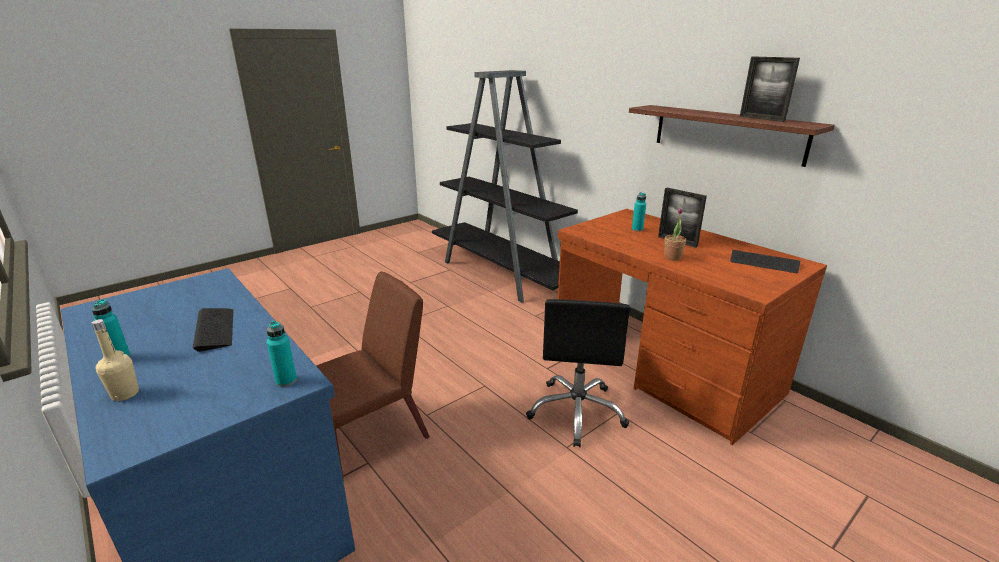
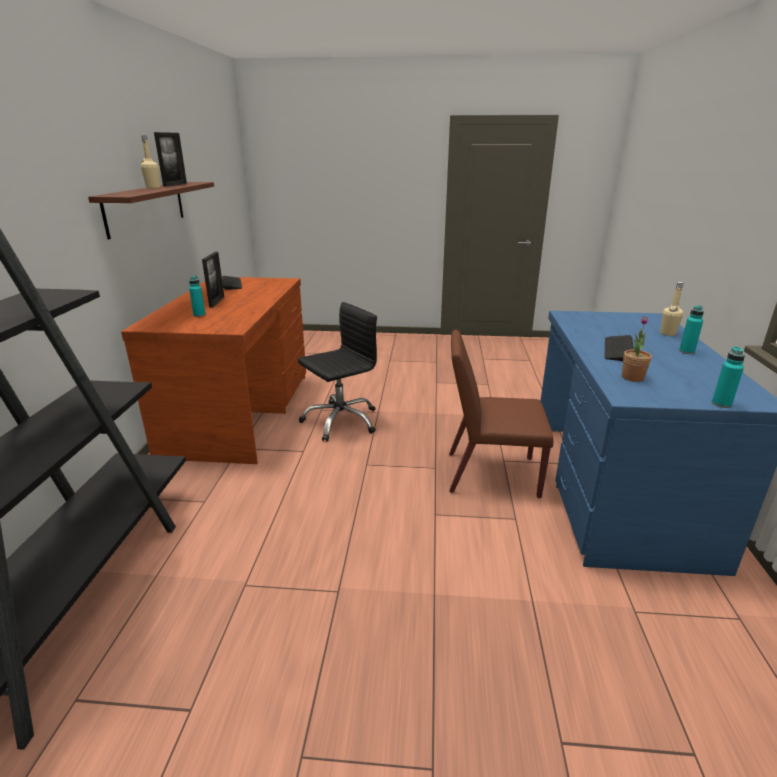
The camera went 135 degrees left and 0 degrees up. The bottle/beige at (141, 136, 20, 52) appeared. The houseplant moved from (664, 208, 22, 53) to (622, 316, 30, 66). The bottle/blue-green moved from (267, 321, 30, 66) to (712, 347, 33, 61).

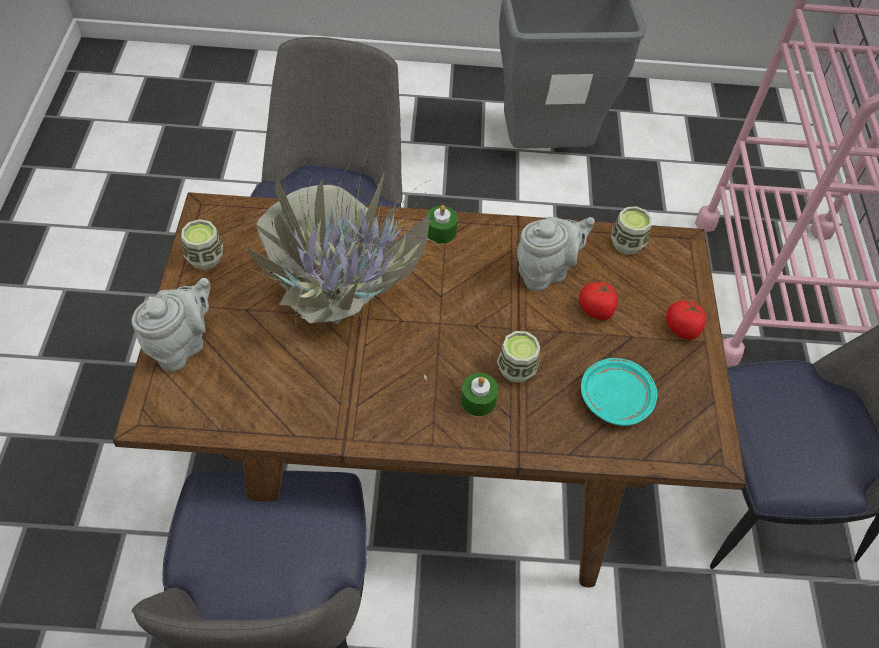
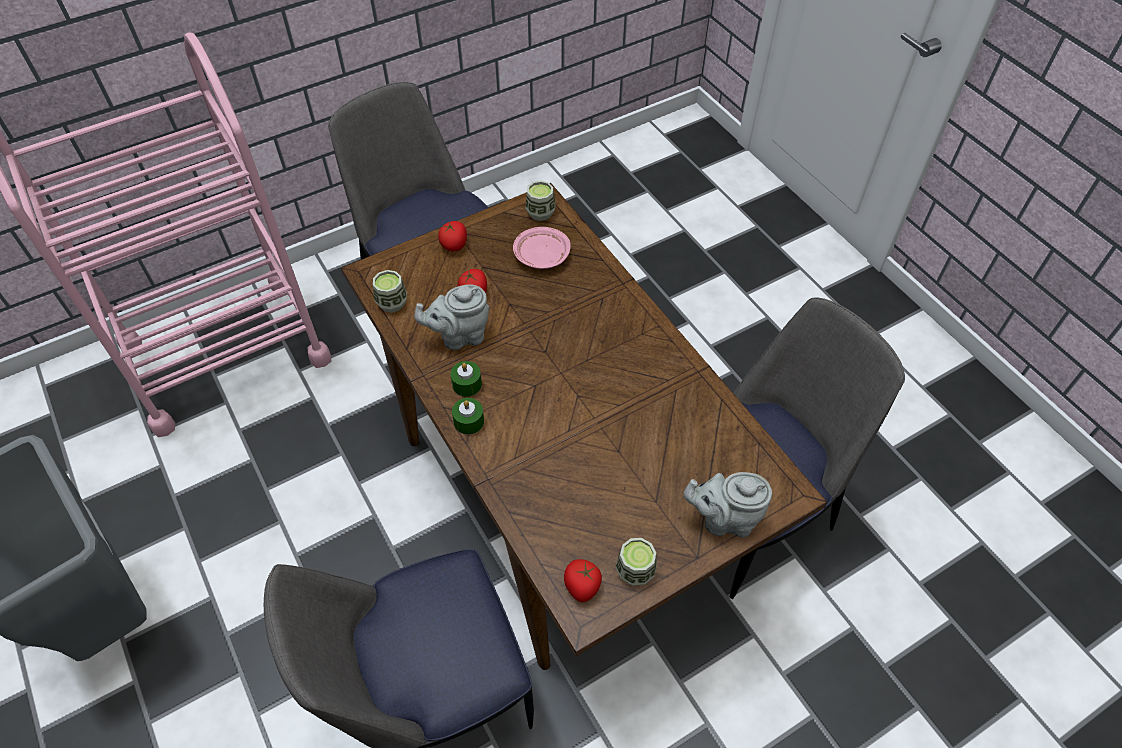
The camera went 120 degrees left and 0 degrees up. The teapot/greyish at (517, 217, 78, 74) turned 45 degrees counterclockwise. The candle/green moved from (460, 373, 39, 43) to (450, 361, 32, 36). The dinner plate/blue-green at (581, 358, 76, 68) became the dinner plate/pink-coloured at (513, 227, 58, 42). The drinking cup moved from (497, 331, 43, 52) to (525, 181, 30, 40). The tomato at (564, 559, 38, 43) appeared. The houseplant at (245, 143, 198, 237) disappeared.

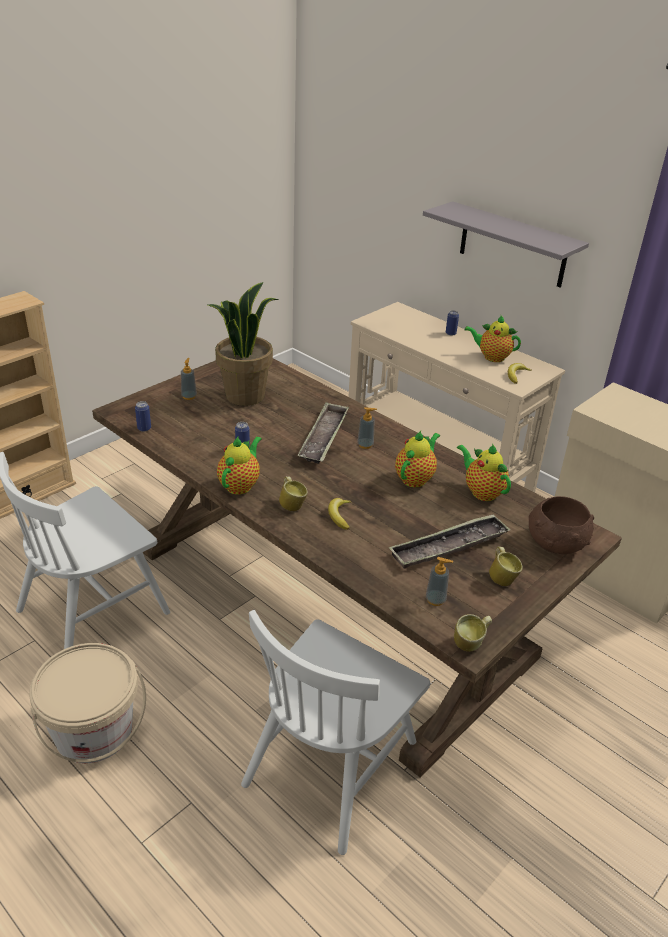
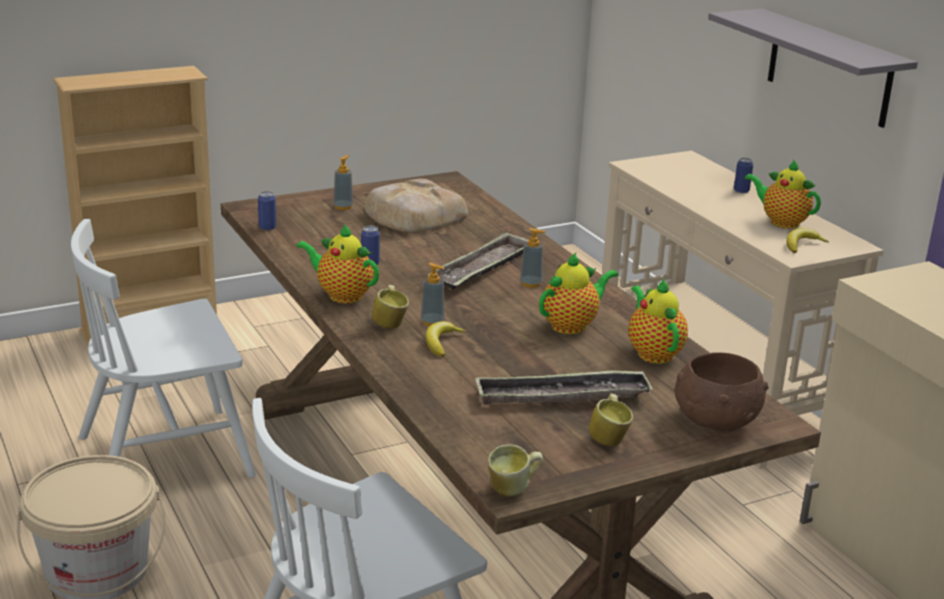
The camera went 20 degrees right and 10 degrees down. The teapot at (217, 436, 45, 59) turned 105 degrees counterclockwise. The houseplant at (208, 282, 72, 124) was replaced by the bread at (364, 179, 104, 53). The soap dispenser moved from (426, 557, 27, 49) to (421, 263, 24, 63).

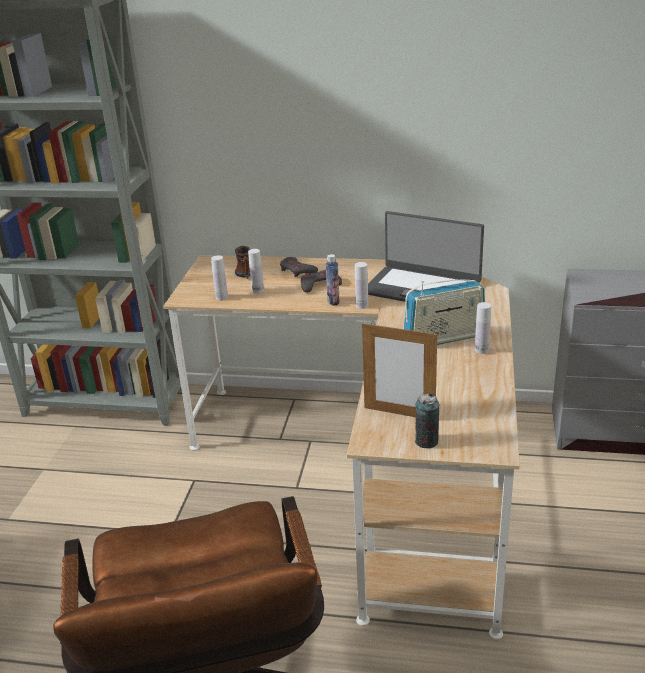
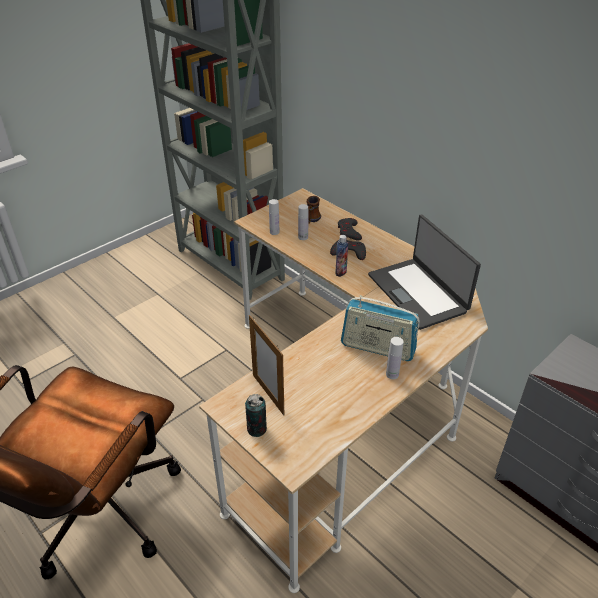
The camera went 35 degrees right and 10 degrees up. The bottle/whitish at (355, 262, 13, 47) disappeared.

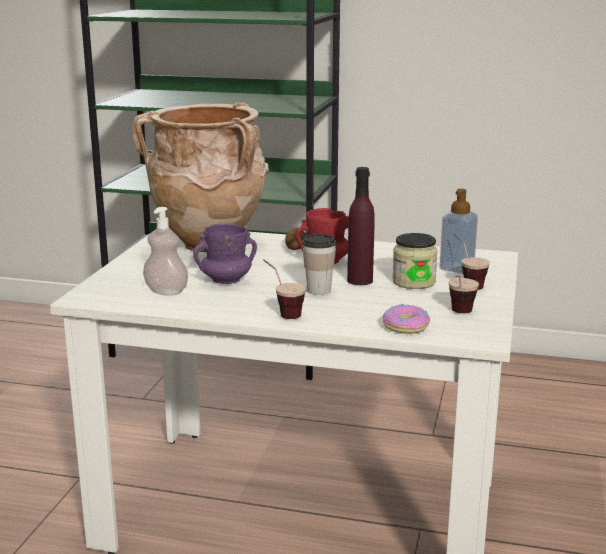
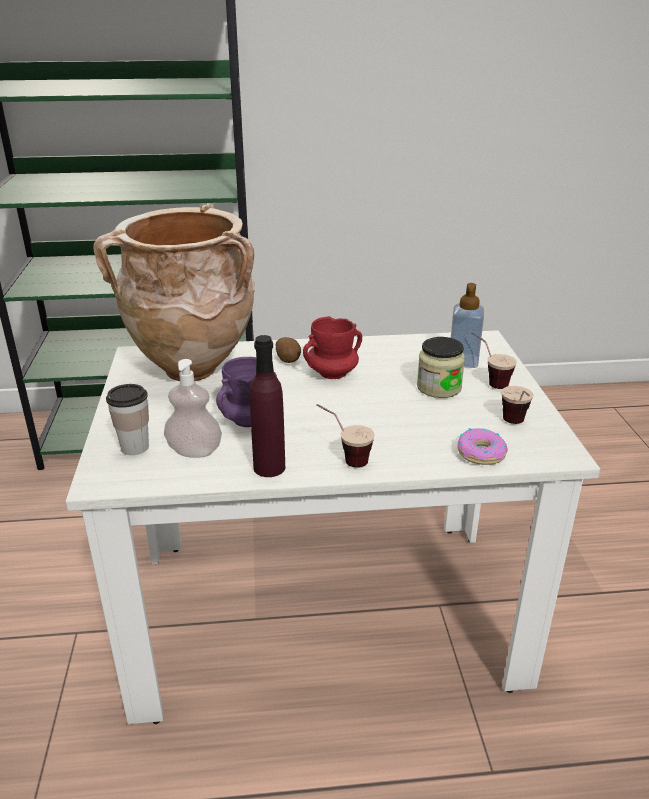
The camera went 20 degrees left and 10 degrees up. The drinking cup moved from (302, 234, 34, 61) to (106, 384, 43, 71). The bottle/purplish moved from (347, 167, 28, 118) to (250, 335, 35, 142).

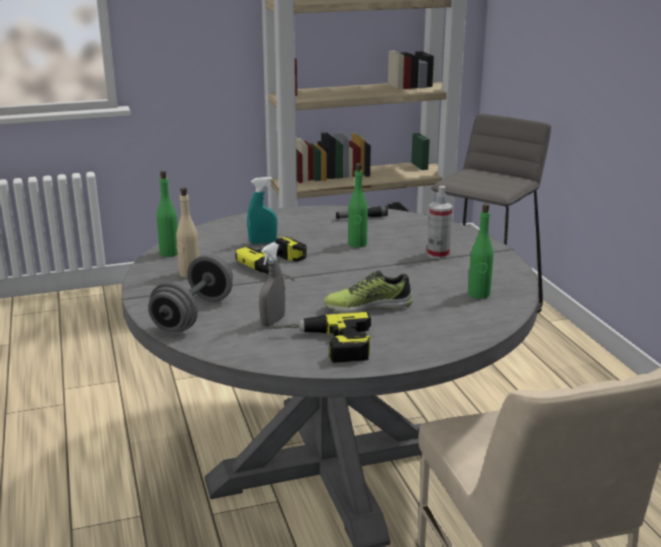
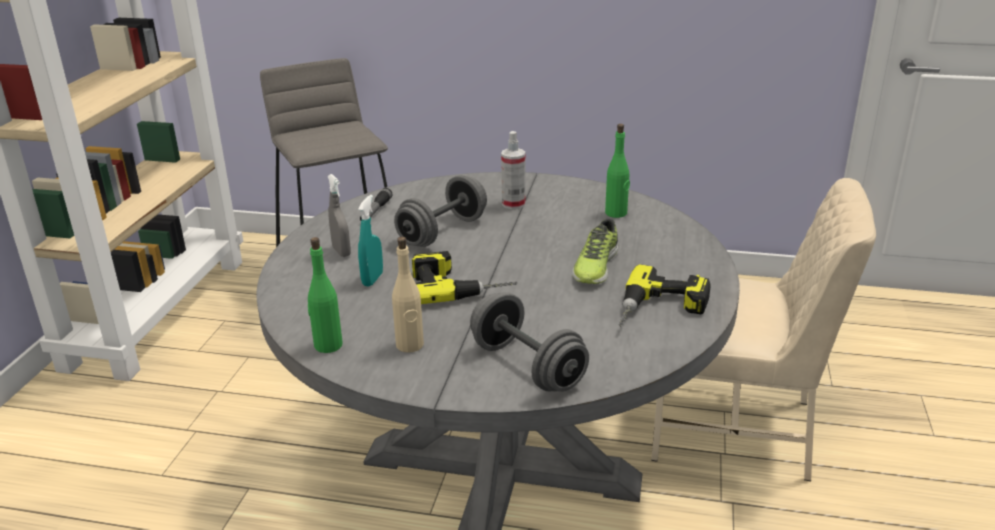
The camera went 60 degrees left and 5 degrees up. The hand sprayer/greyish moved from (259, 242, 26, 84) to (328, 174, 23, 83). The bottle/green at (348, 163, 20, 85) was replaced by the hand weight/greyish at (394, 175, 93, 72).

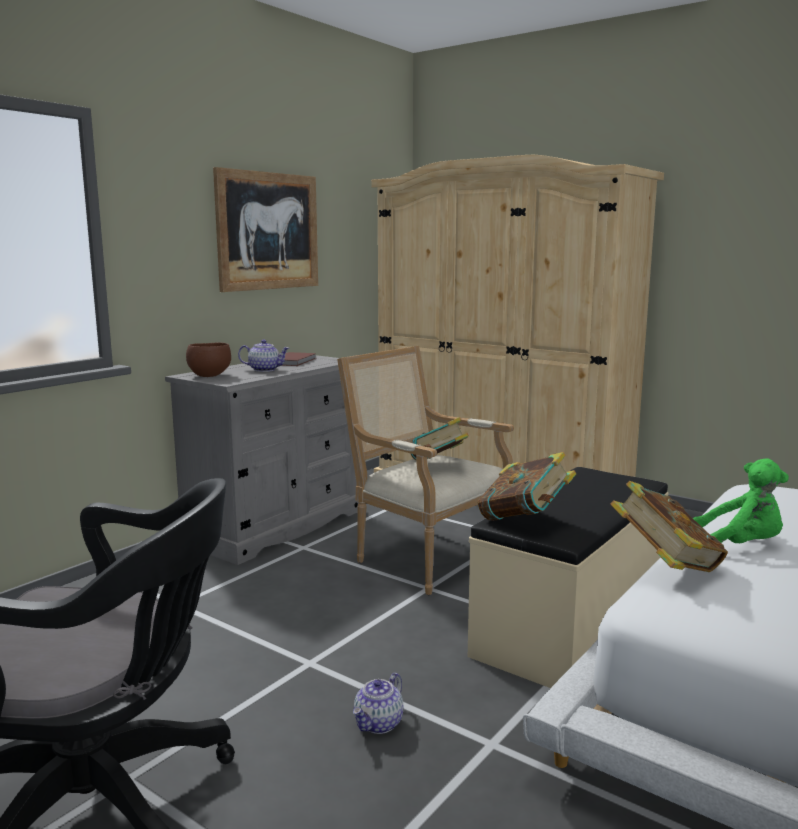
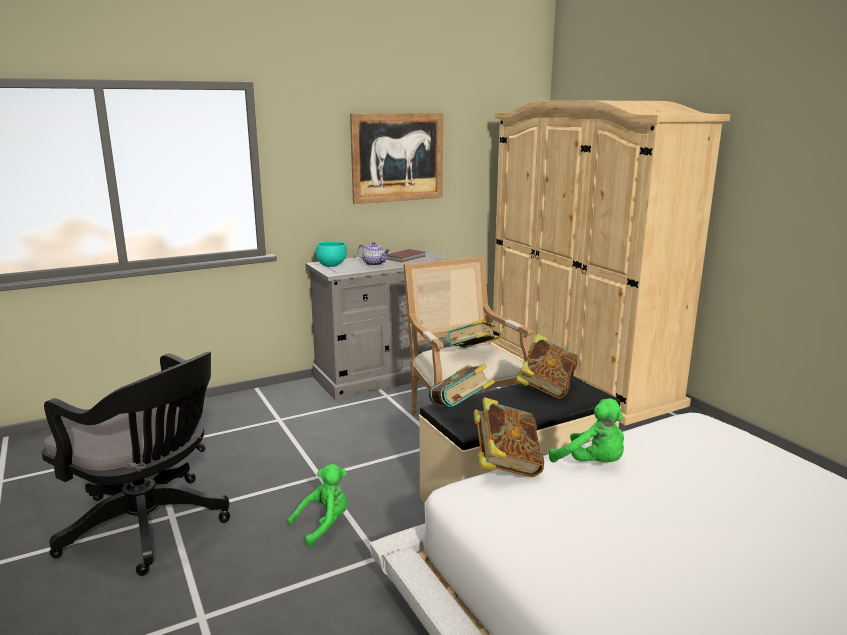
The camera went 25 degrees right and 5 degrees up. The teapot at (353, 673, 50, 61) was replaced by the soft toy/green at (287, 464, 61, 83). The serving bowl/brown-coloured at (186, 343, 45, 34) became the serving bowl/blue-green at (315, 242, 32, 25). The bound book at (516, 334, 62, 65) appeared.

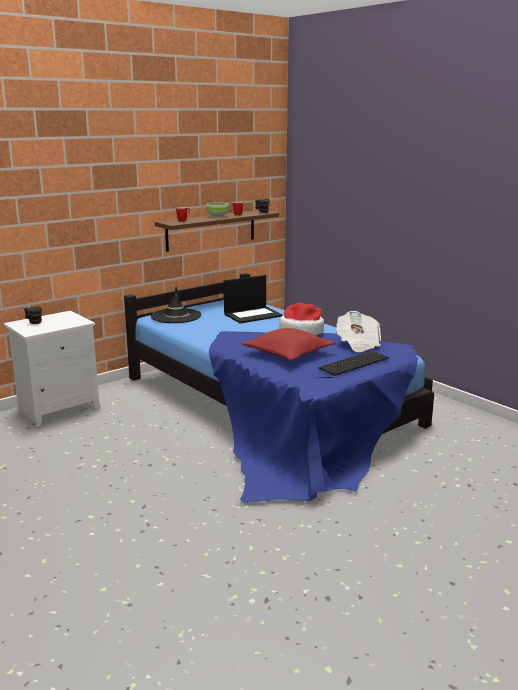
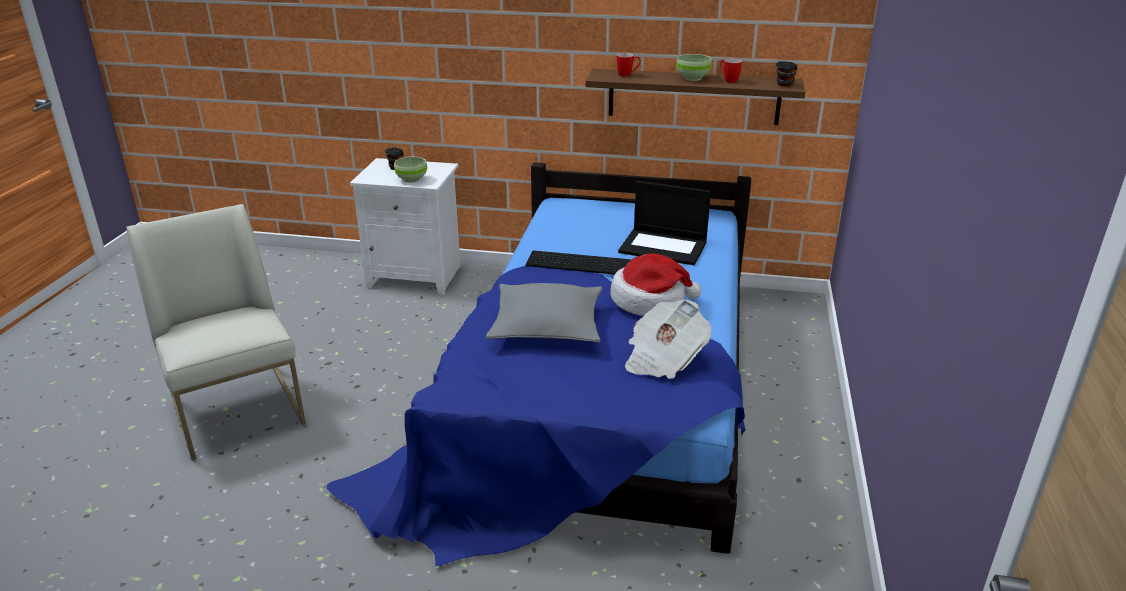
The camera went 50 degrees right and 10 degrees up. The plain chair/whitish at (127, 204, 179, 256) appeared. The serving bowl/green at (394, 157, 33, 26) appeared. The cushion/red at (242, 328, 94, 33) became the cushion/greyish at (486, 283, 116, 60). The PC keyboard moved from (319, 351, 70, 25) to (526, 250, 105, 24). The clothing hat/black at (151, 287, 50, 36) disappeared.

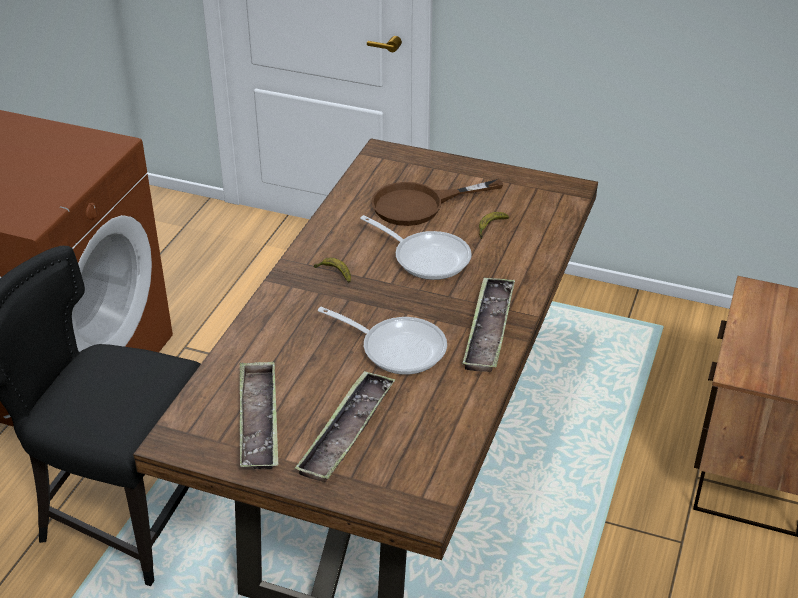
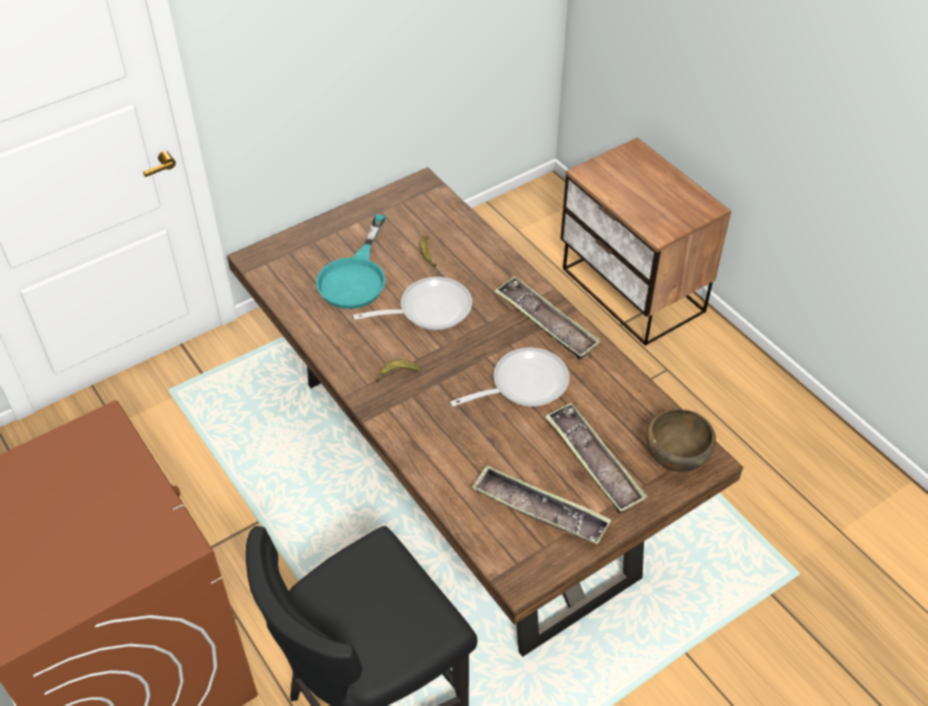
The camera went 55 degrees left and 10 degrees up. The frying pan/brown-coloured at (371, 179, 132, 47) became the frying pan/blue-green at (316, 214, 70, 95). The serving bowl/brown-coloured at (646, 409, 70, 63) appeared.

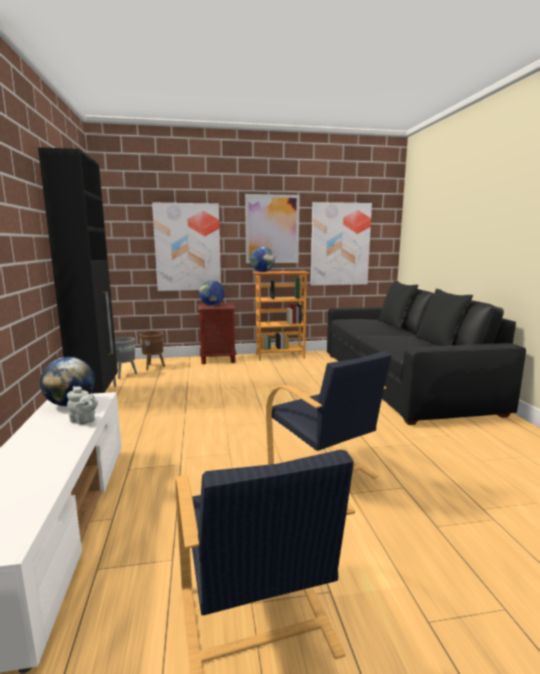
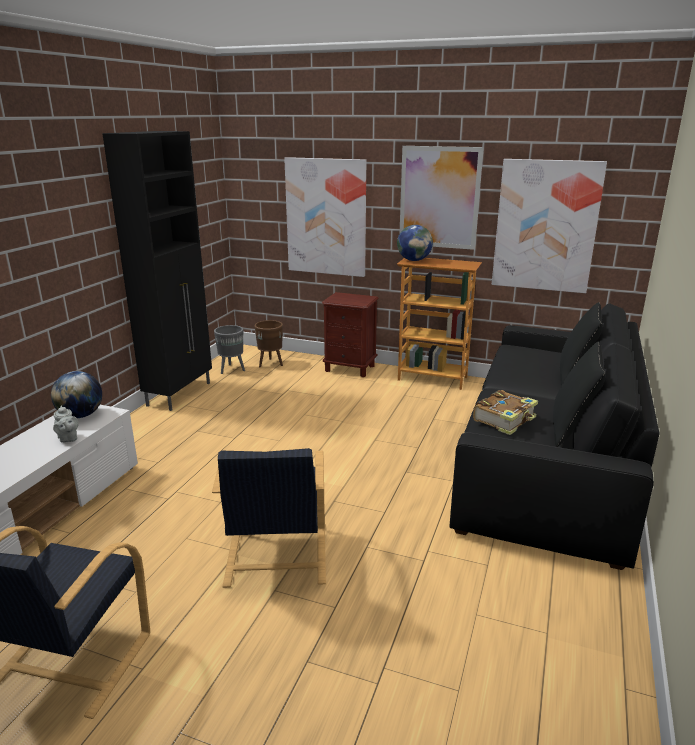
The camera went 30 degrees right and 10 degrees up. The bound book at (473, 390, 65, 45) appeared. The globe at (199, 280, 25, 25) disappeared.

